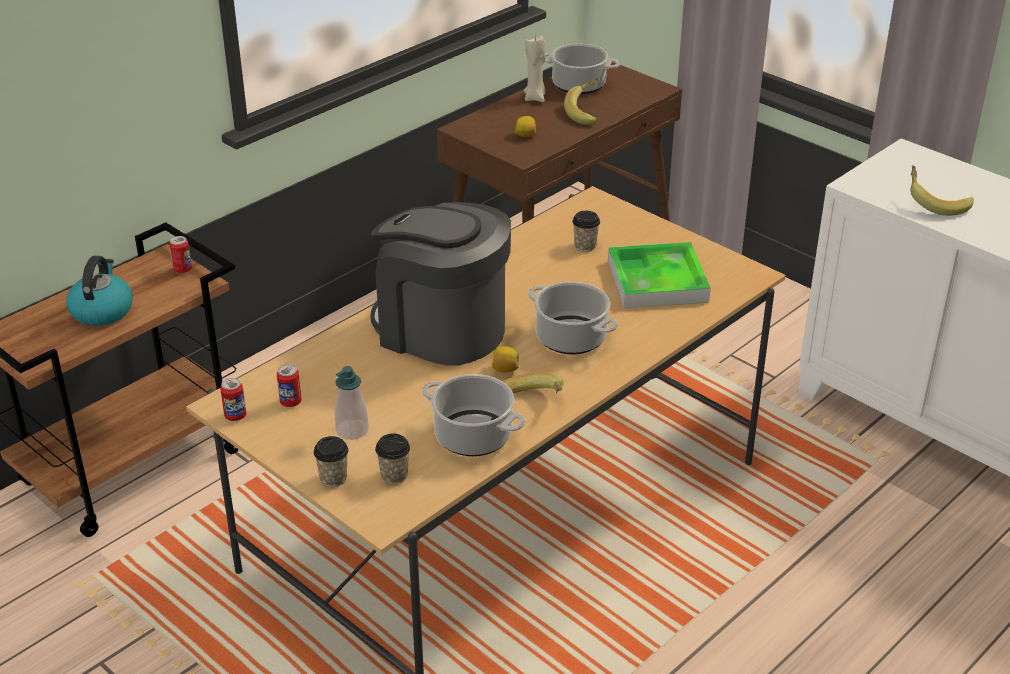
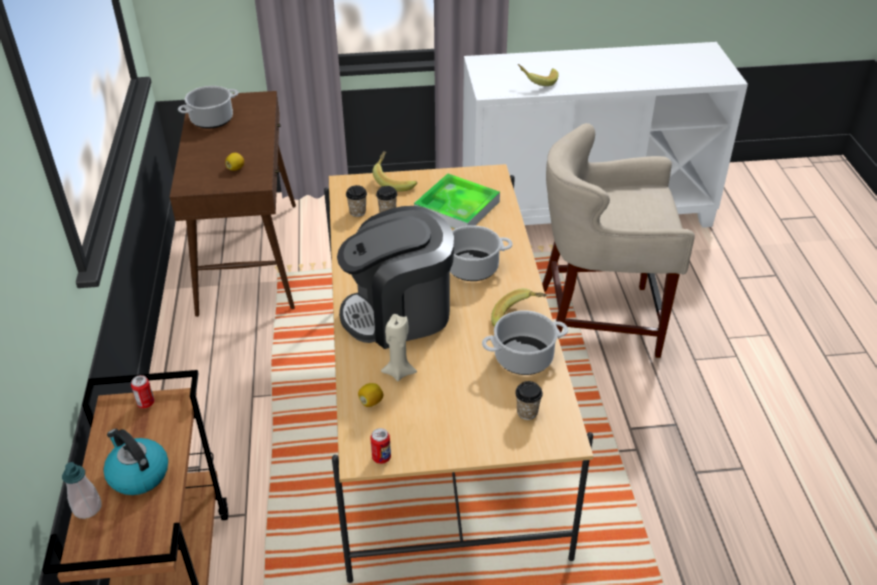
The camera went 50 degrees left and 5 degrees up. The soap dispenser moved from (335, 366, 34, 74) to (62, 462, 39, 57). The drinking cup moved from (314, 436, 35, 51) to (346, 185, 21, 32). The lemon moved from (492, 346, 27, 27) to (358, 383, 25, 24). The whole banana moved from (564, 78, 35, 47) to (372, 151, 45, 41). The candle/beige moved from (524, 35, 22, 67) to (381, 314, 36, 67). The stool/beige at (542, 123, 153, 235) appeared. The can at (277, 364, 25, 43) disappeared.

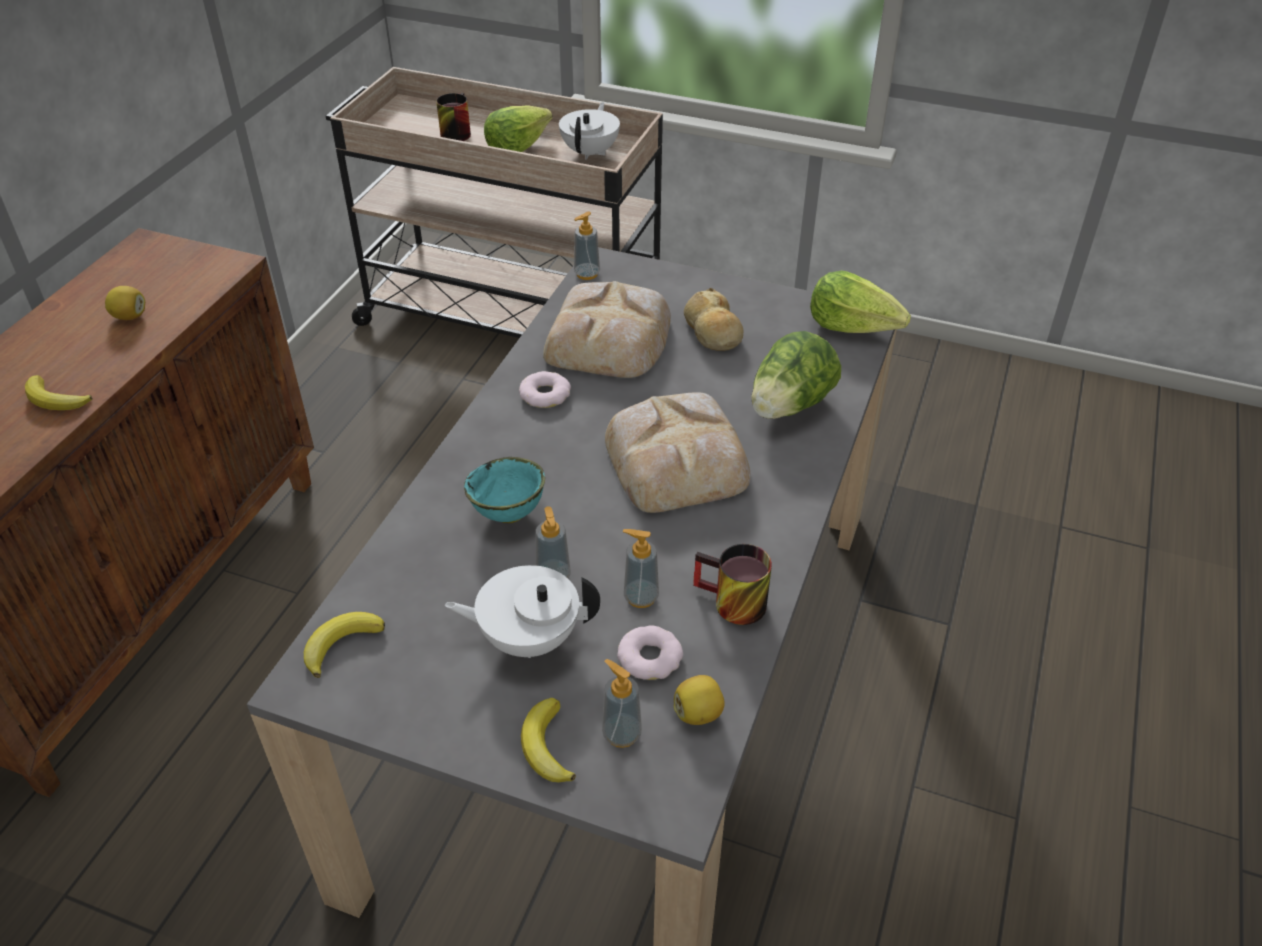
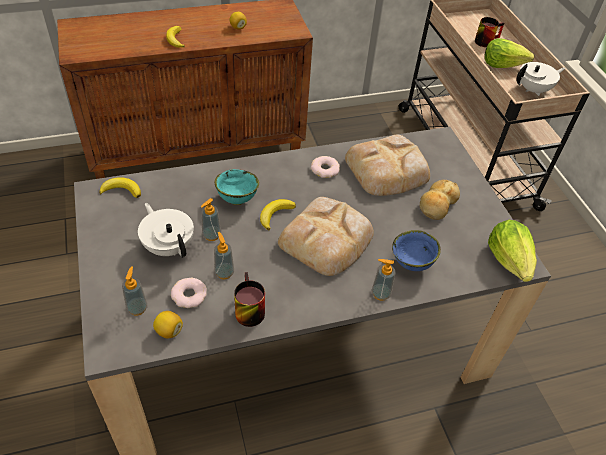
The camera went 50 degrees right and 5 degrees up. The whole banana moved from (521, 698, 55, 84) to (260, 199, 36, 31). The soap dispenser moved from (574, 211, 26, 69) to (372, 259, 24, 42). The head of lettuce at (751, 331, 90, 88) was replaced by the serving bowl/bluish at (392, 230, 49, 41).

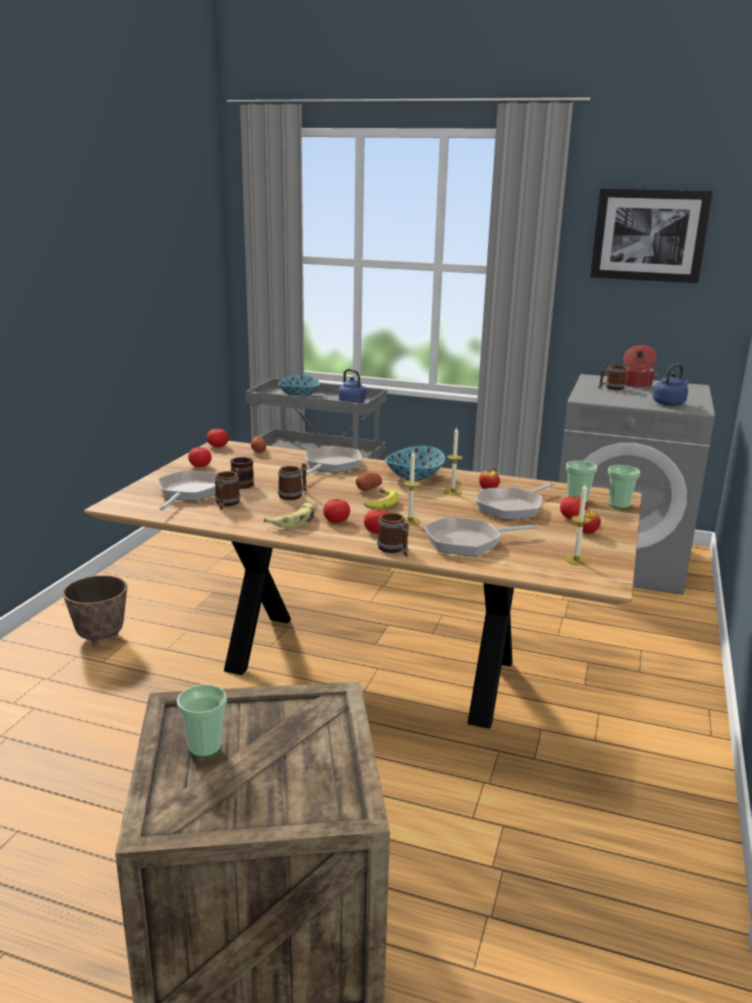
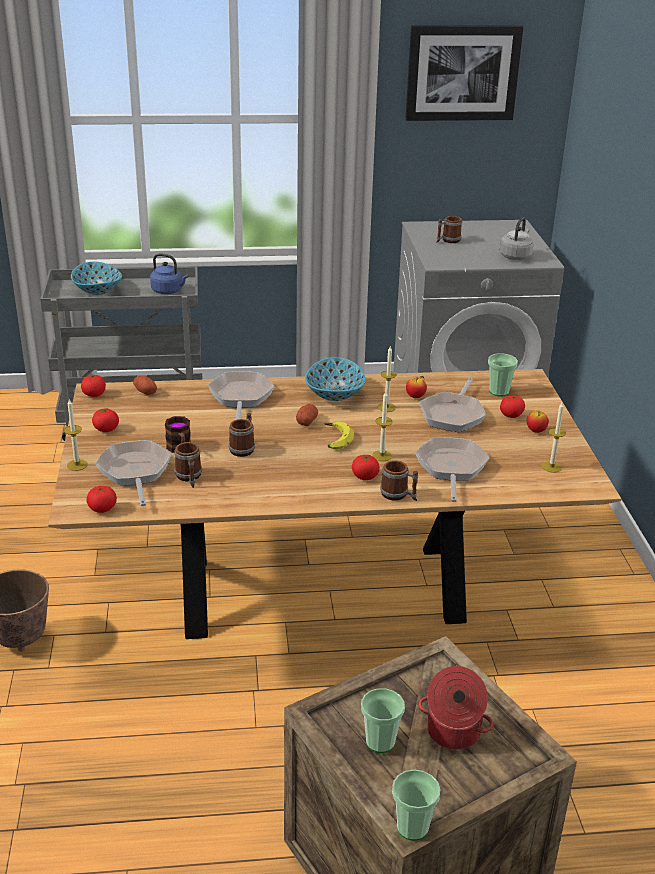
The camera went 25 degrees left and 10 degrees up. The candle at (64, 399, 24, 72) appeared. The tomato moved from (323, 499, 27, 24) to (86, 486, 31, 27). The drinking cup moved from (608, 465, 32, 44) to (392, 769, 48, 72). The frying pan at (424, 517, 114, 39) turned 135 degrees clockwise. The stockpot moved from (623, 345, 35, 43) to (418, 666, 75, 84). The kettle/bluish at (653, 364, 37, 42) became the kettle/greyish at (500, 217, 34, 43). The whole banana at (264, 503, 50, 25) disappeared.

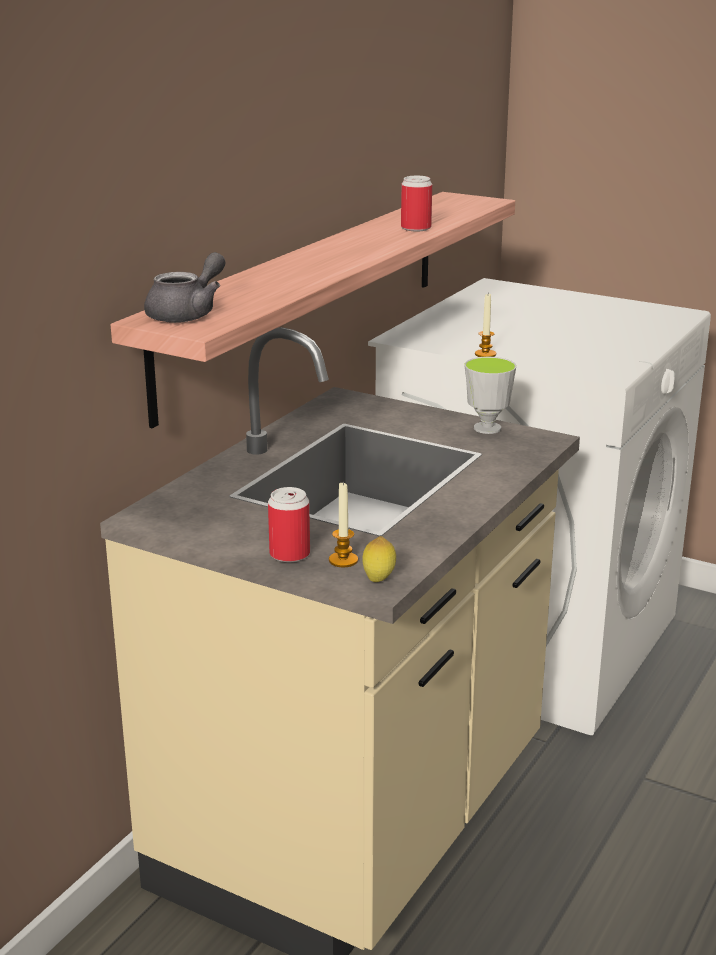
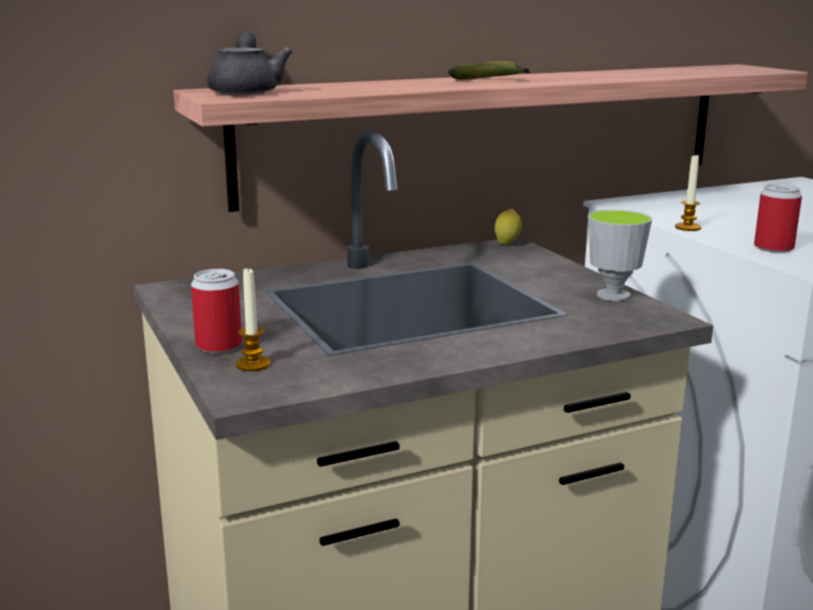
The camera went 35 degrees right and 5 degrees down. The teapot/greyish at (144, 252, 82, 71) turned 75 degrees counterclockwise. The whole banana at (448, 61, 82, 19) appeared. The lemon moved from (362, 536, 34, 46) to (495, 209, 27, 36). The can moved from (401, 176, 31, 55) to (754, 184, 48, 69).

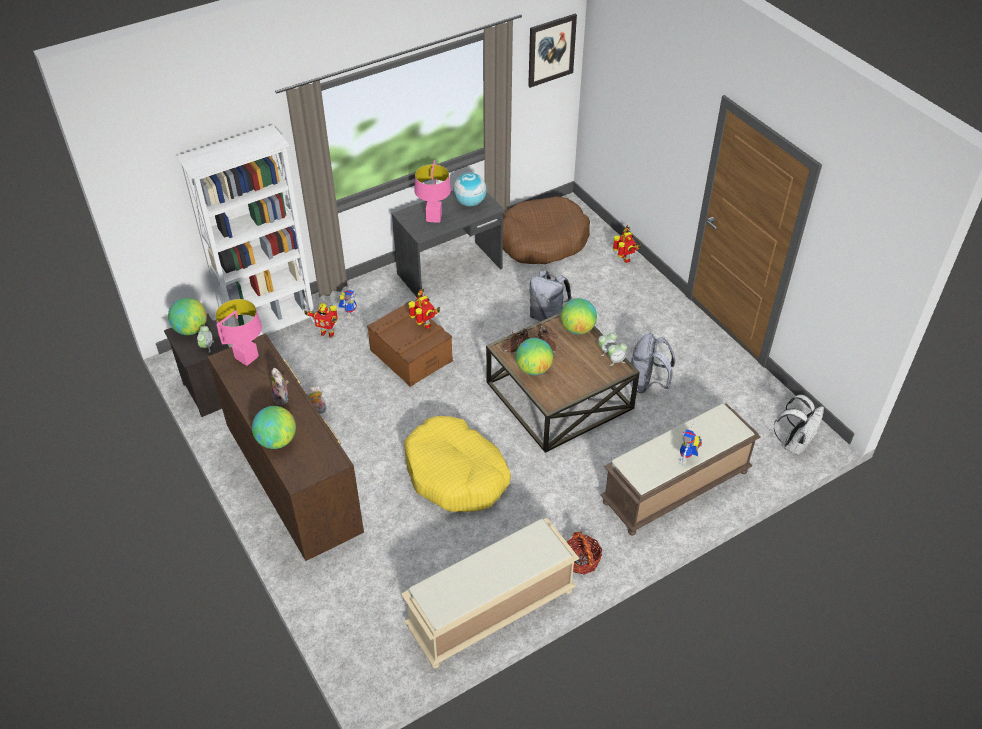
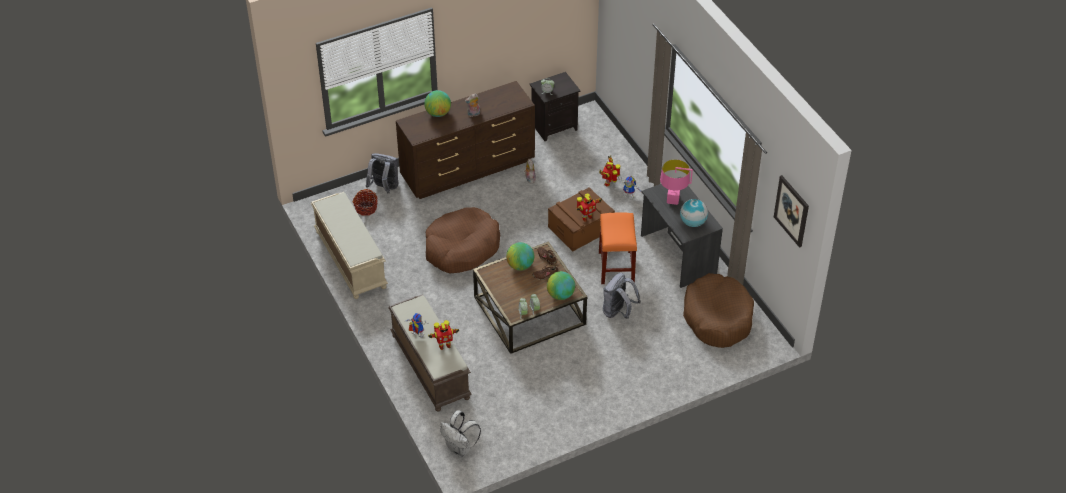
The camera went 95 degrees right and 0 degrees up. The household basket moved from (567, 532, 36, 43) to (353, 189, 25, 27). The knapsack/greyish moved from (630, 333, 45, 60) to (366, 153, 32, 41). The dog cushion/yellow at (404, 416, 107, 96) became the dog cushion/brown-coloured at (426, 207, 74, 66). The toy robot moved from (613, 225, 28, 38) to (428, 320, 31, 30). The stool/orange at (599, 212, 38, 72) appeared. The globe at (168, 298, 39, 37) disappeared. The shelving unit/whitish at (176, 125, 139, 211) disappeared. The table lamp/pink-coloured at (216, 299, 46, 67) disappeared.

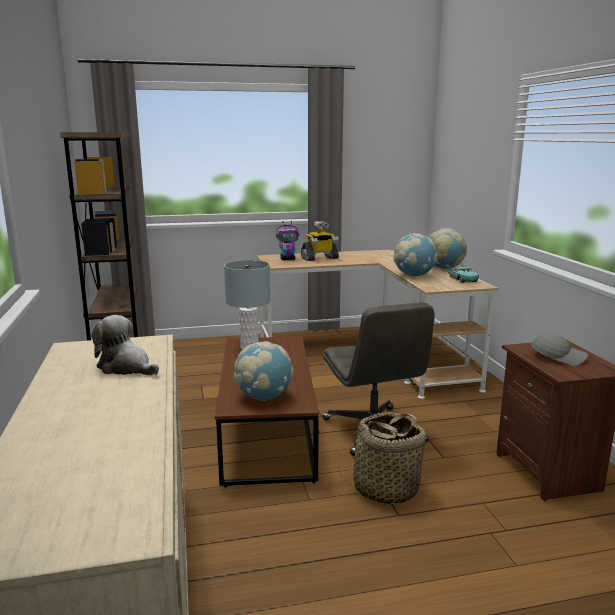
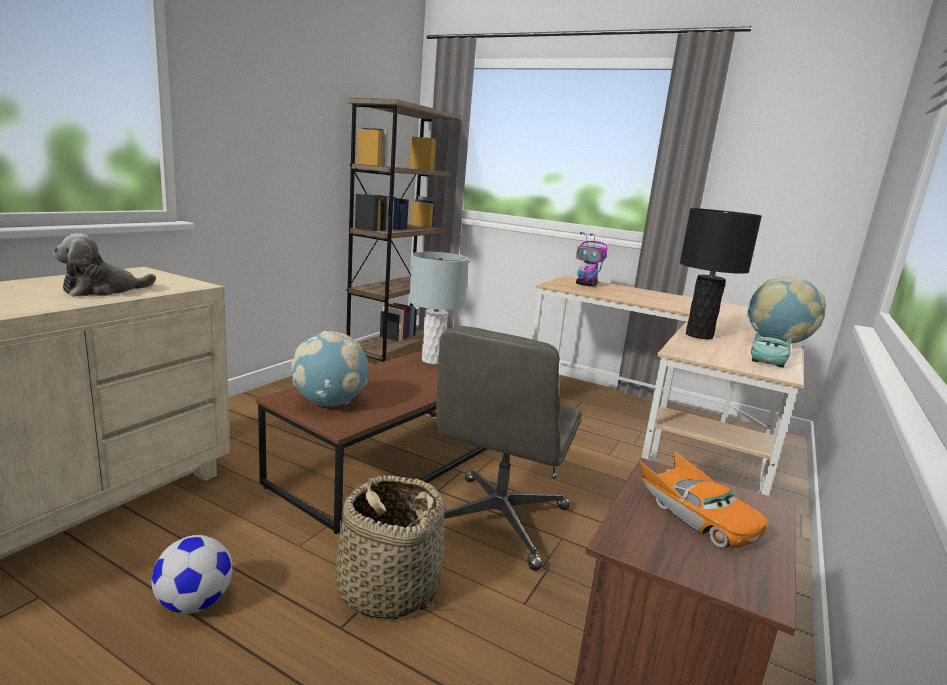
The camera went 40 degrees right and 0 degrees up. The soft toy at (92, 315, 67, 60) turned 120 degrees counterclockwise. The ball for football at (152, 535, 81, 79) appeared. The baseball cap/greyish at (531, 332, 57, 34) was replaced by the miniature car/orange at (639, 451, 129, 98). The globe at (393, 233, 44, 44) was replaced by the table lamp/black at (680, 208, 82, 131). The toy robot at (301, 221, 38, 40) disappeared.

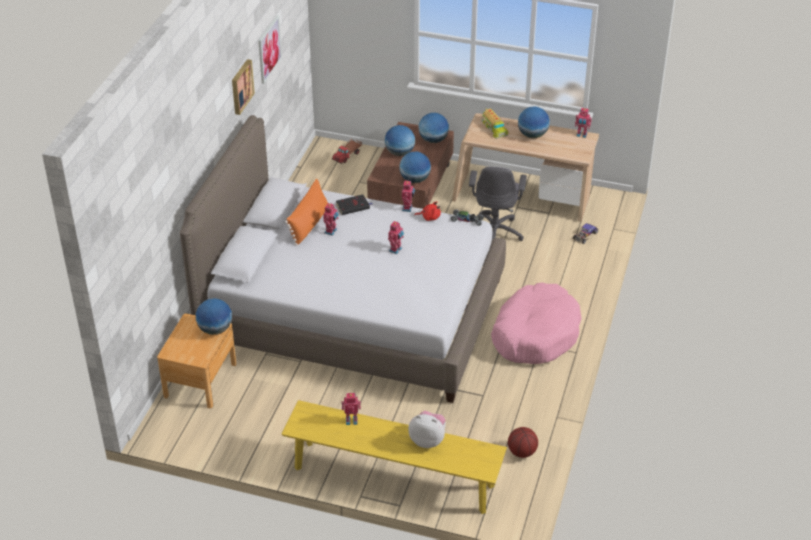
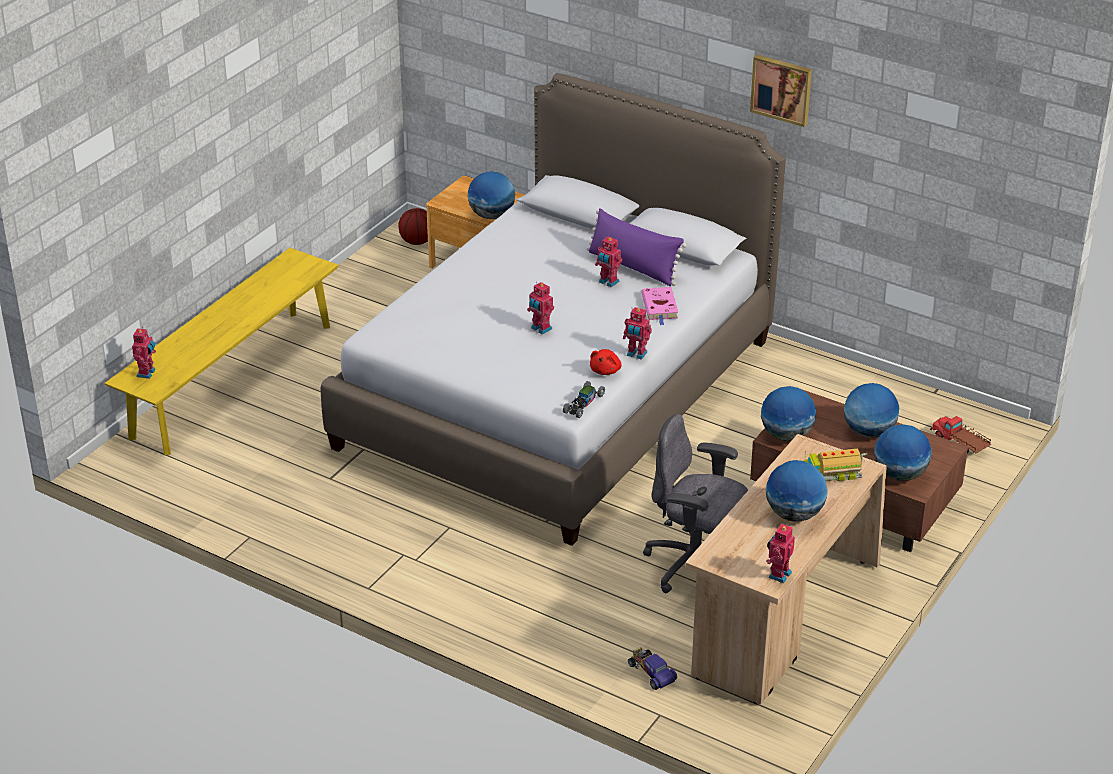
The camera went 105 degrees right and 5 degrees down. The toy robot moved from (341, 393, 20, 32) to (132, 327, 24, 52). The basketball moved from (508, 427, 30, 31) to (398, 208, 30, 37). The cushion/orange at (285, 179, 43, 67) became the cushion/purplish at (586, 208, 101, 78). The bound book/black at (336, 194, 36, 21) became the bound book/pink-coloured at (641, 287, 37, 38). The wall picture at (258, 15, 24, 69) disappeared. The soft toy at (408, 411, 38, 37) disappeared. The dog cushion/pink-coloured at (491, 283, 91, 81) disappeared.

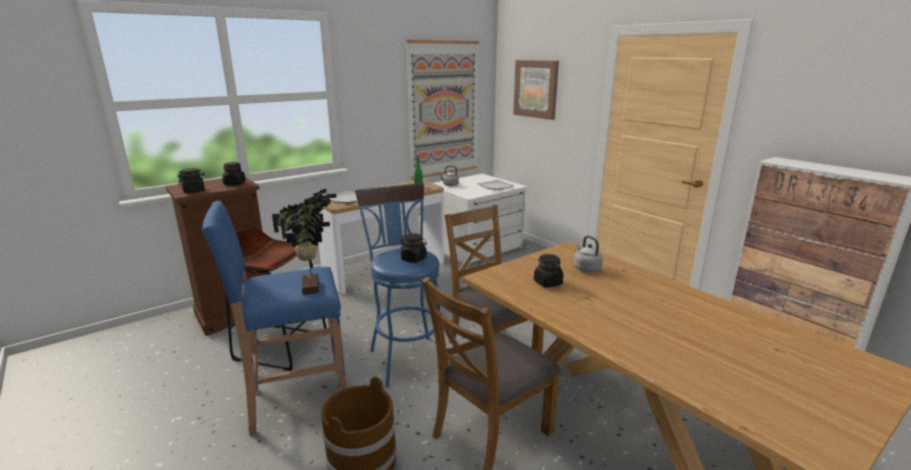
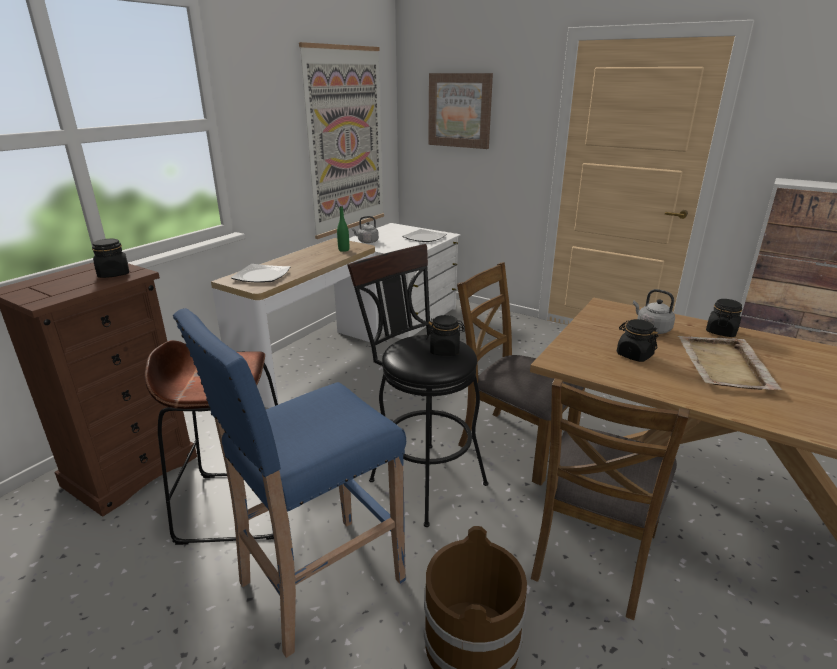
The camera went 20 degrees left and 5 degrees up. The stool/bluish at (355, 183, 85, 204) became the stool/black at (347, 244, 141, 283). The tray/beige at (678, 336, 105, 54) appeared. The preserve jar/black moved from (178, 168, 27, 25) to (706, 299, 36, 38). The houseplant at (272, 189, 65, 106) disappeared.

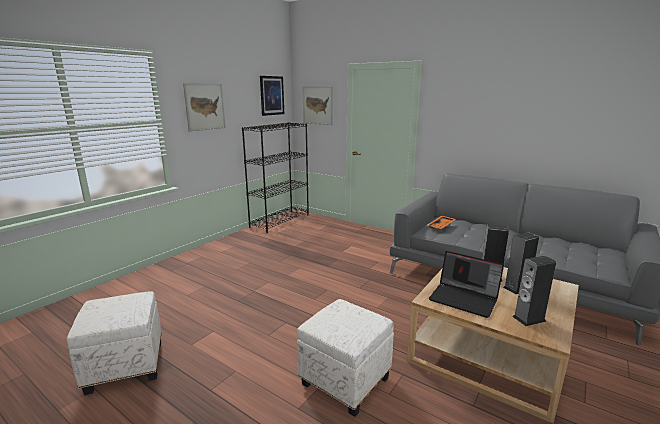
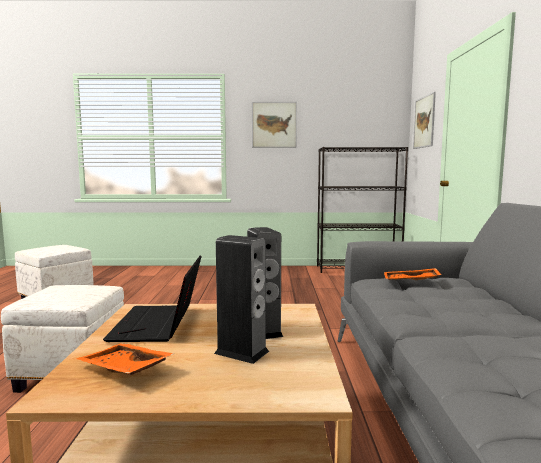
The camera went 55 degrees right and 10 degrees down. The speaker at (513, 256, 43, 70) was replaced by the tray/orange at (76, 343, 98, 32). The wall picture at (260, 76, 24, 40) disappeared.

